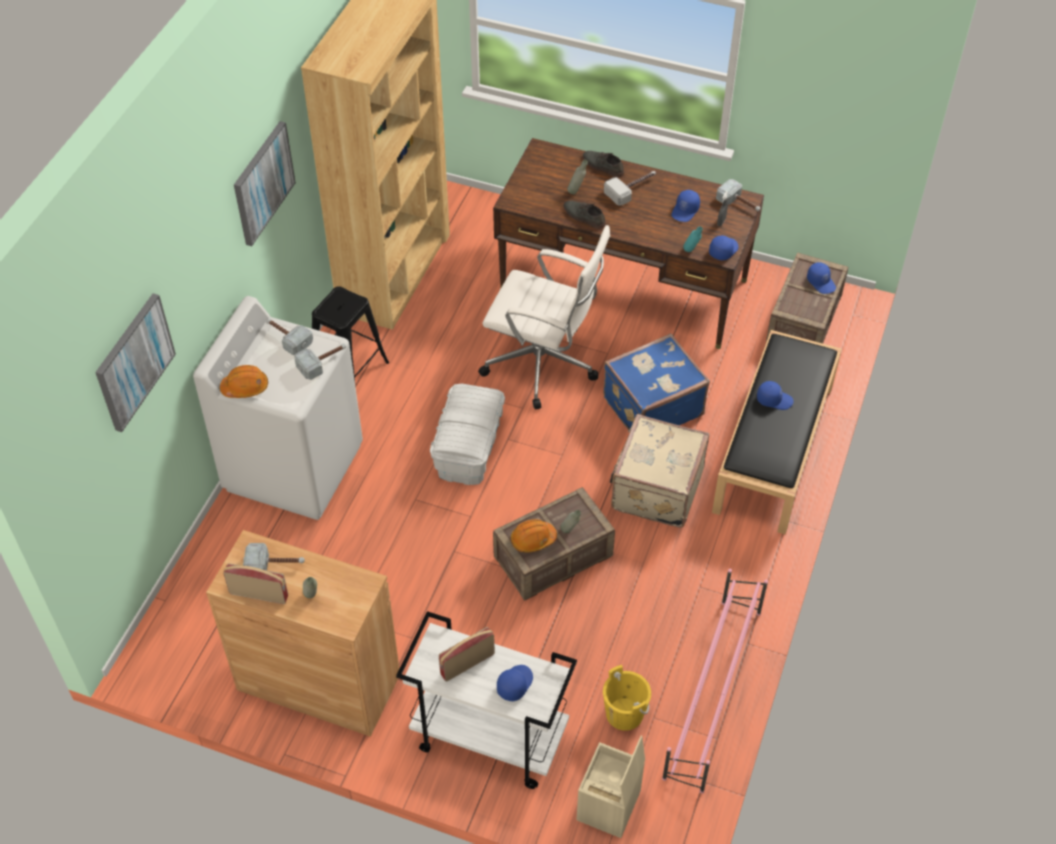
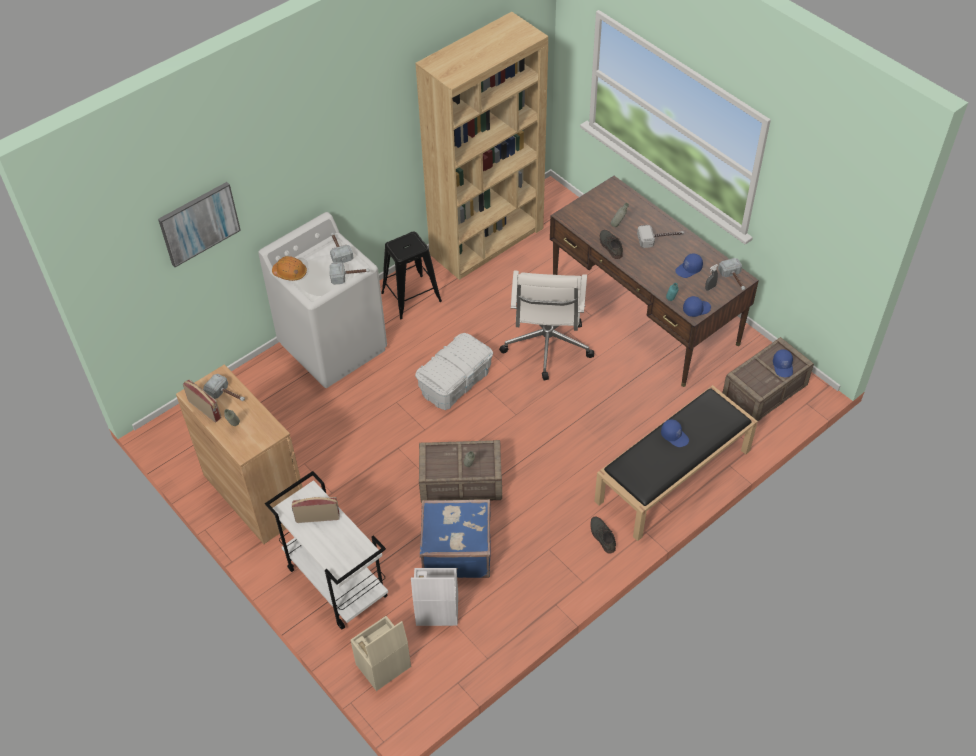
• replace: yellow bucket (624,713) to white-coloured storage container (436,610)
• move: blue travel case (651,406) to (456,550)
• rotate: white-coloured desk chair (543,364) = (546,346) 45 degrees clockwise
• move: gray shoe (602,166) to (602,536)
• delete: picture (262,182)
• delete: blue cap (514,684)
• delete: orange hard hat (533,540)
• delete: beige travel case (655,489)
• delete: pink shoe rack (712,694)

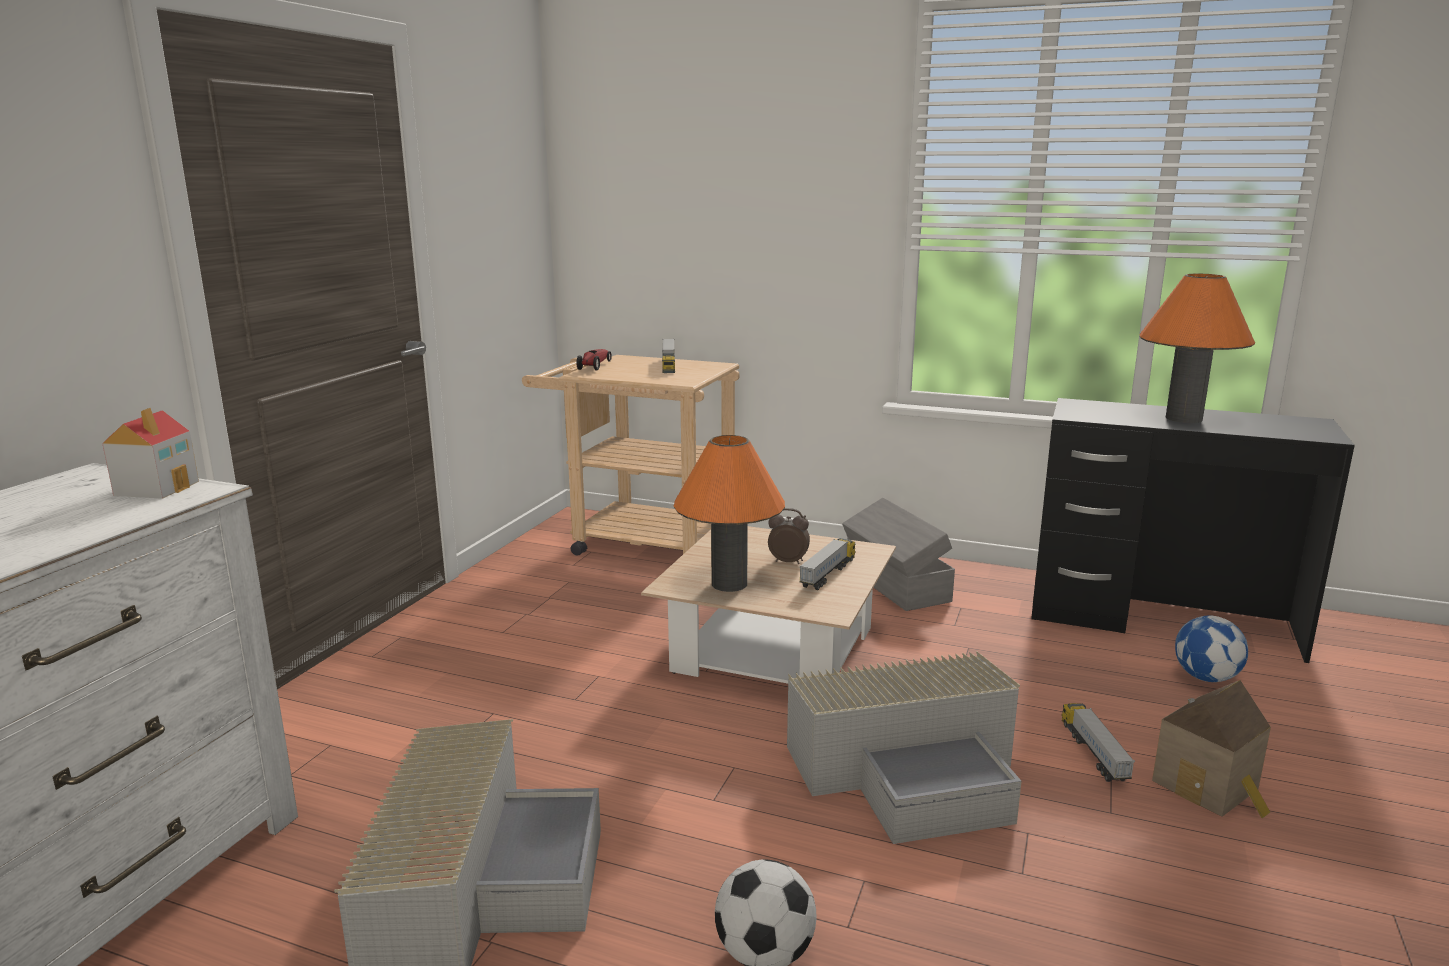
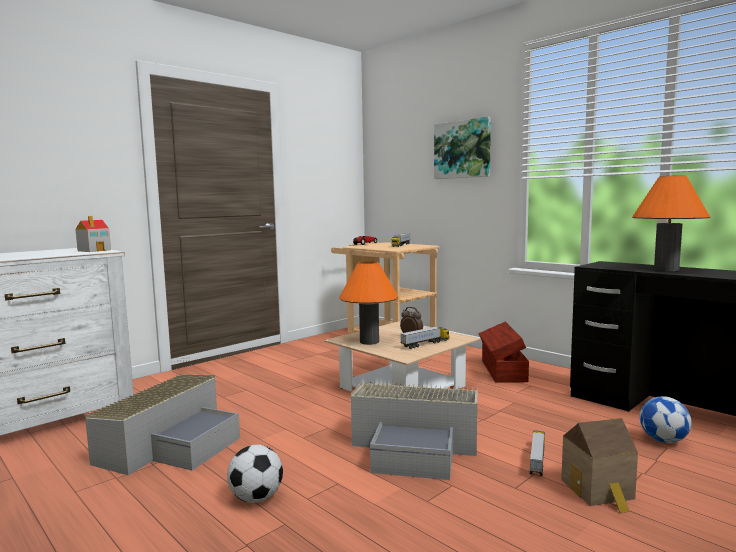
• insert: picture (462,149)
• recolor: gray storage container (896,585) to brownish storage container (502,371)

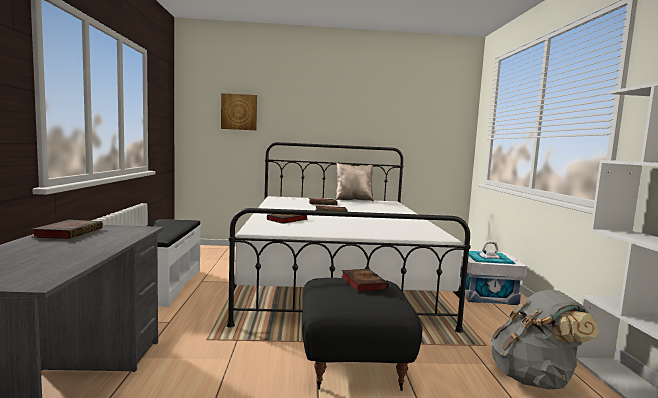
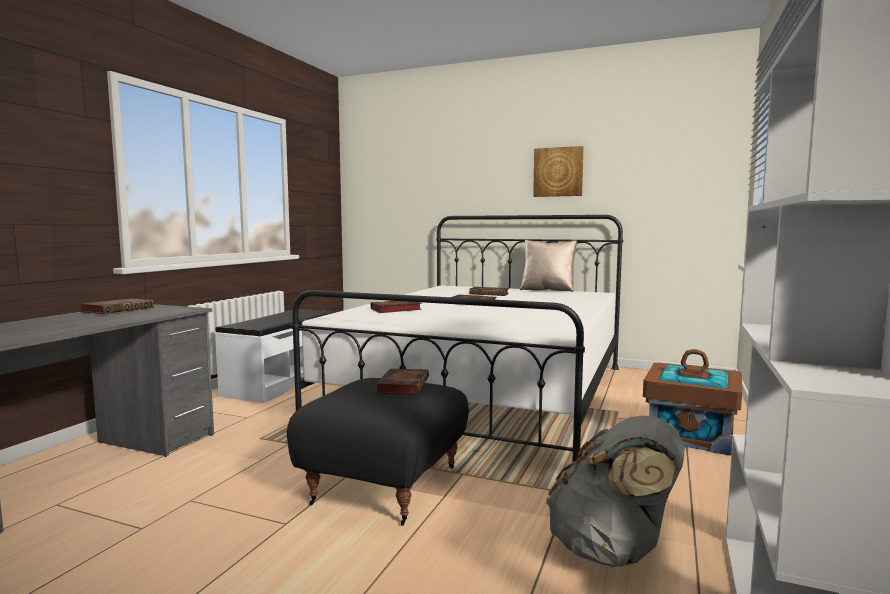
• move: picture (239,112) to (558,172)
• recolor: white-coloured storage container (485,294) to brownish storage container (690,434)

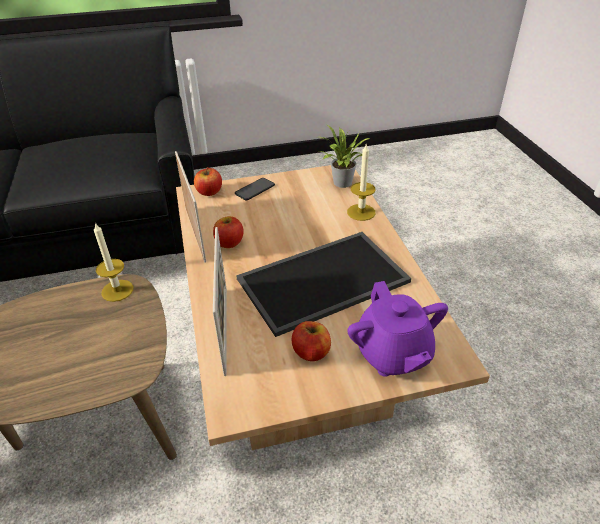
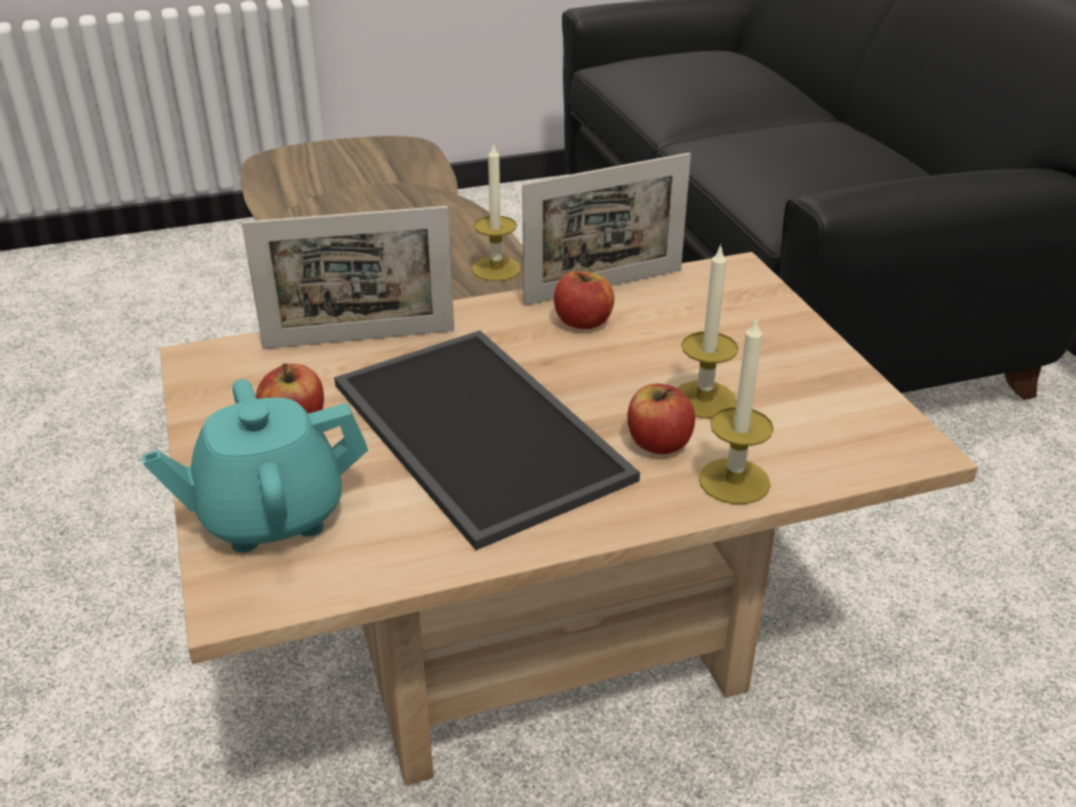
• recolor: purple-coloured pot for tea (393,354) to turquoise-coloured pot for tea (270,515)
• move: apple fruit (209,192) to (658,443)
• insert: wax light (704,399)
• delete: telephone (255,190)
• delete: plant in a pot (340,183)

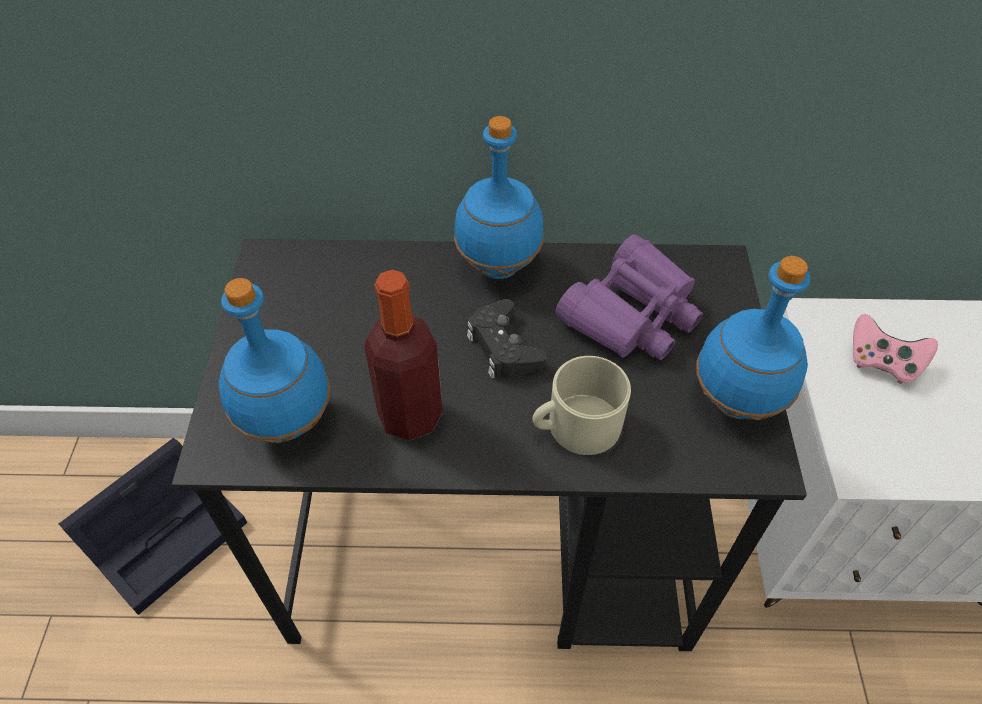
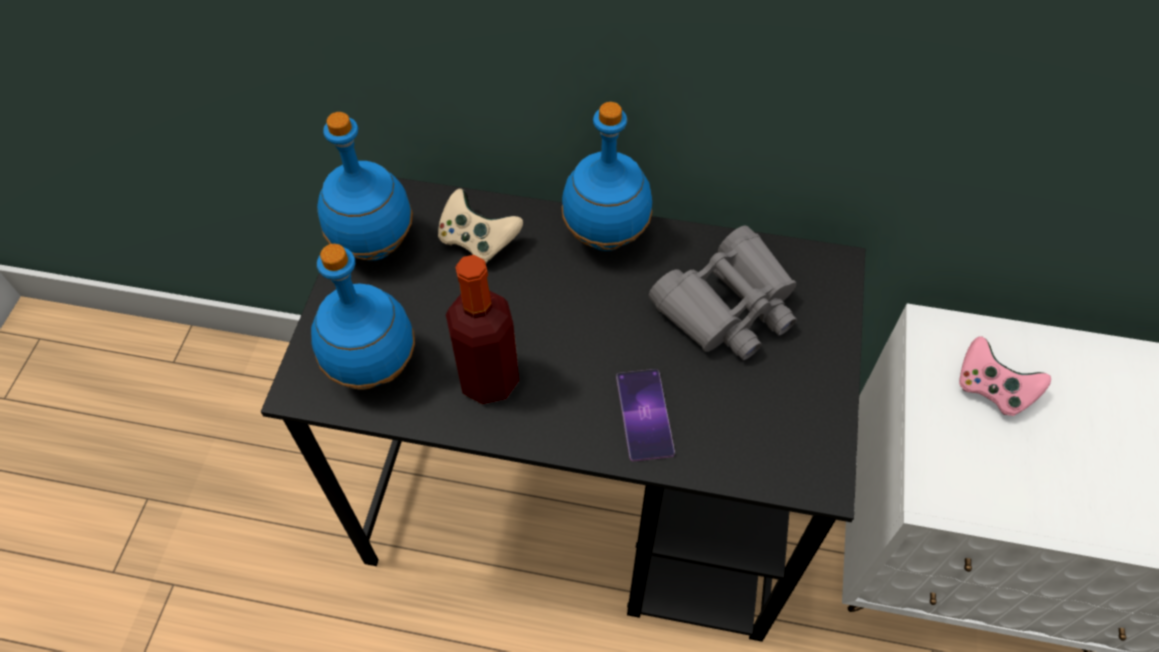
• move: blue bottle (734,401) to (373,245)
• insert: beige game controller (477,240)
• replace: beige mug (575,426) to telephone (644,414)
• recolor: purple-coloured field glasses (632,314) to gray field glasses (728,307)
• delete: black-coloured storage container (168,531)
• delete: black-coloured game controller (503,347)

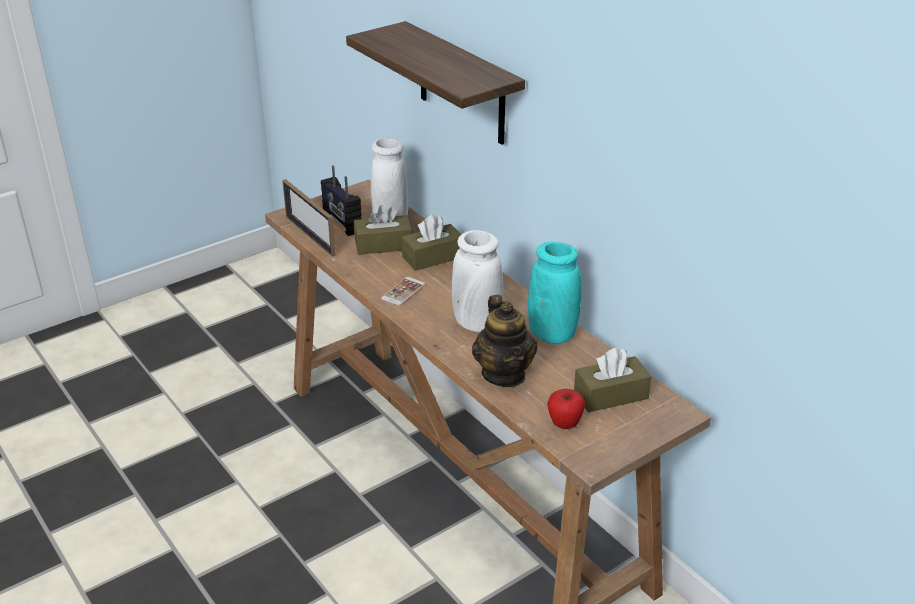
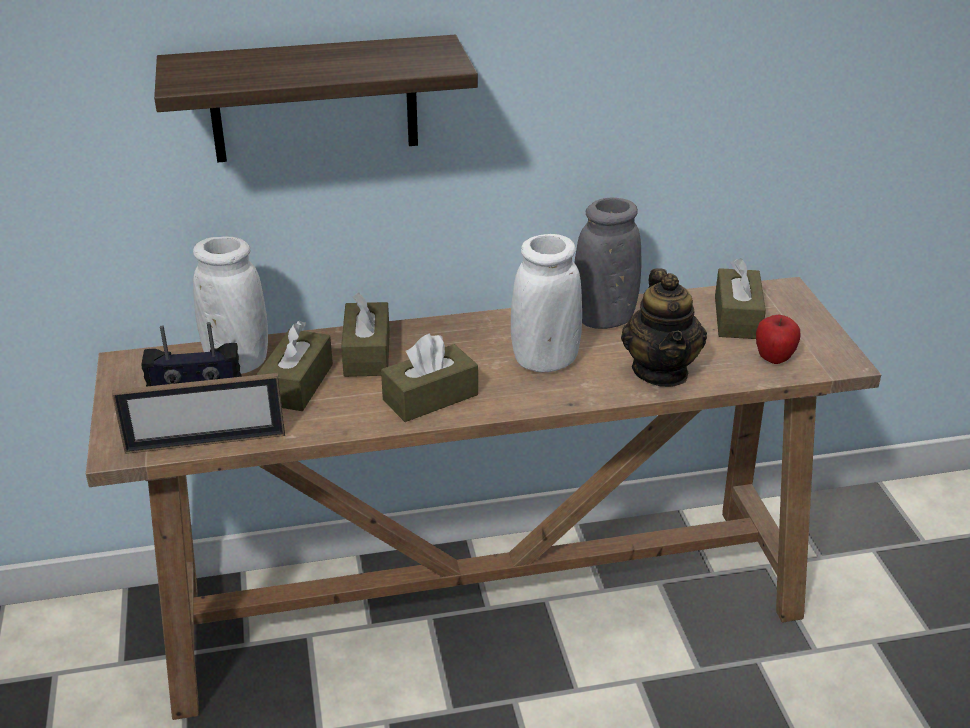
• replace: telephone (403,292) to brownish tissue holder (430,397)
• recolor: turquoise-coloured flower vase (552,334) to gray flower vase (603,319)
• rotate: pot for tea (504,374) = (661,371) 75 degrees clockwise

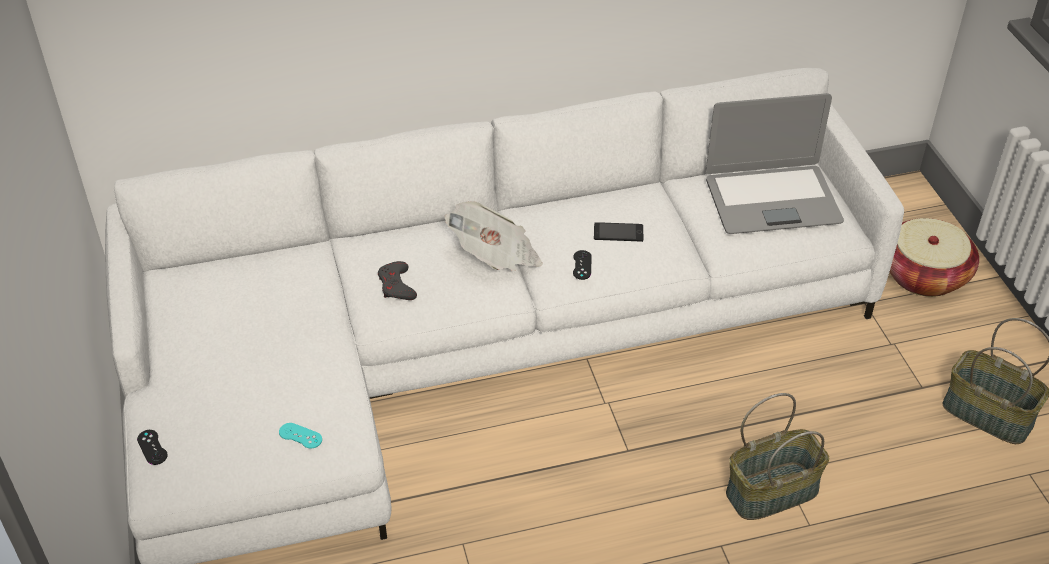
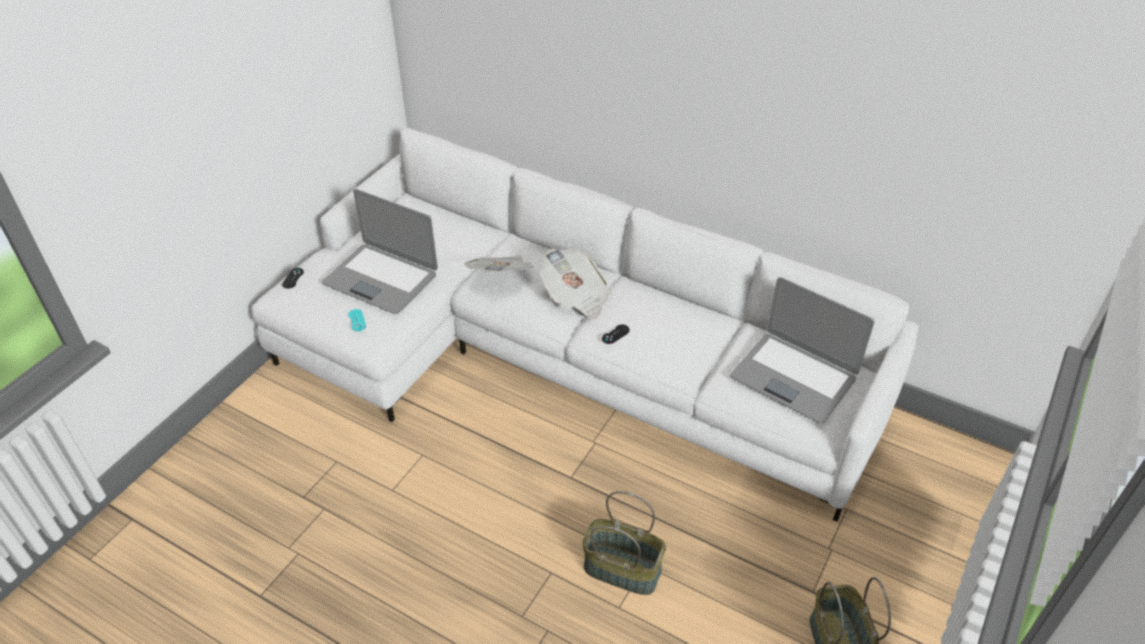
• insert: notebook computer (381,279)
• replace: gray game controller (397,286) to newspaper (502,277)
• delete: telephone (618,232)
• delete: storage basket (923,275)

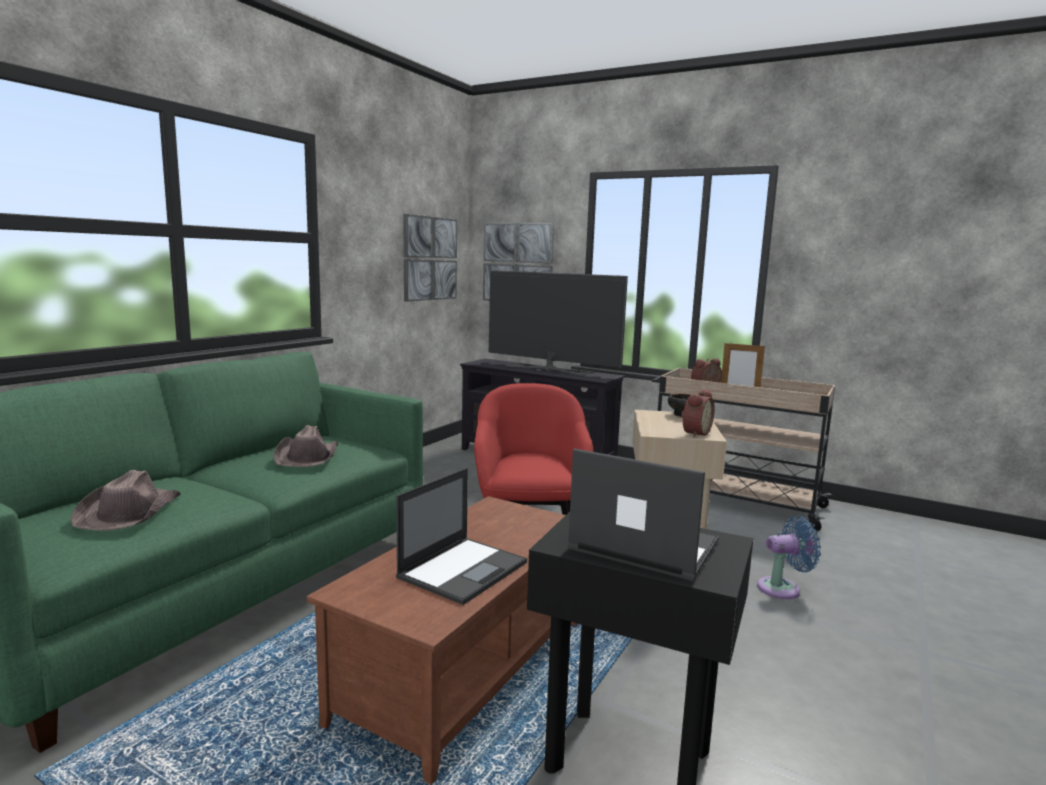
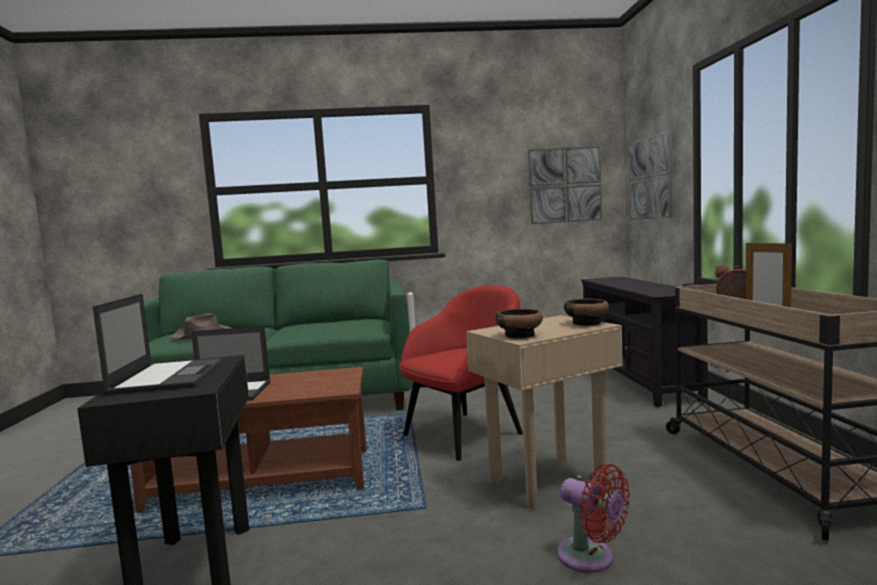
• replace: table clock (694,433) to deep dish (520,335)
• recolor: blue electric fan (783,588) to red electric fan (591,558)
• delete: brownish hat (307,456)
• delete: television (550,369)

